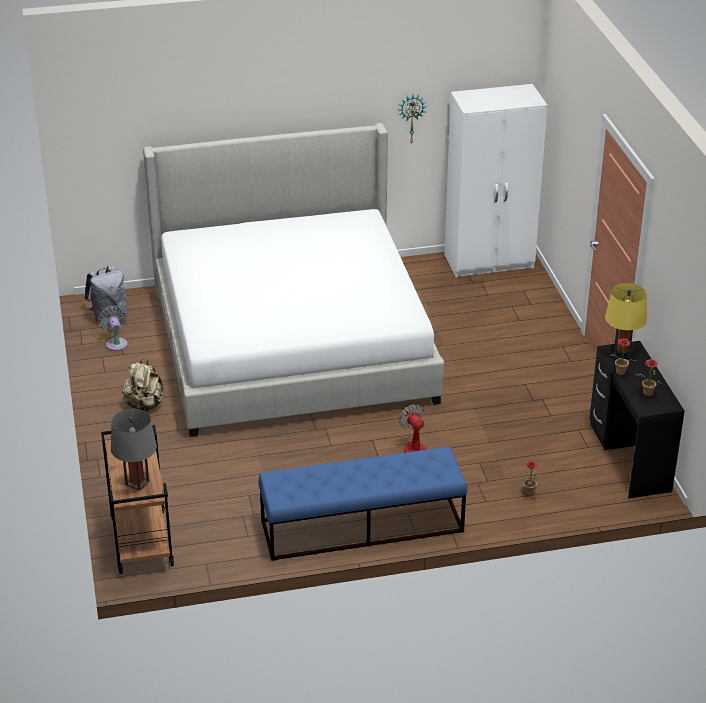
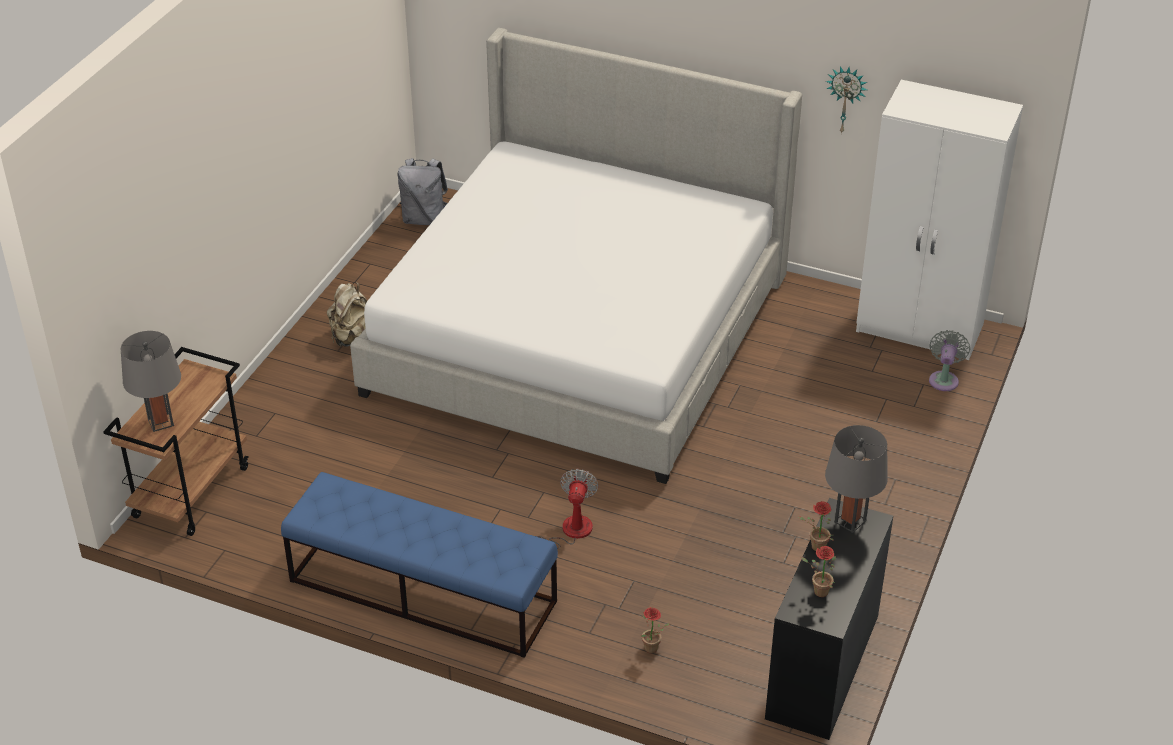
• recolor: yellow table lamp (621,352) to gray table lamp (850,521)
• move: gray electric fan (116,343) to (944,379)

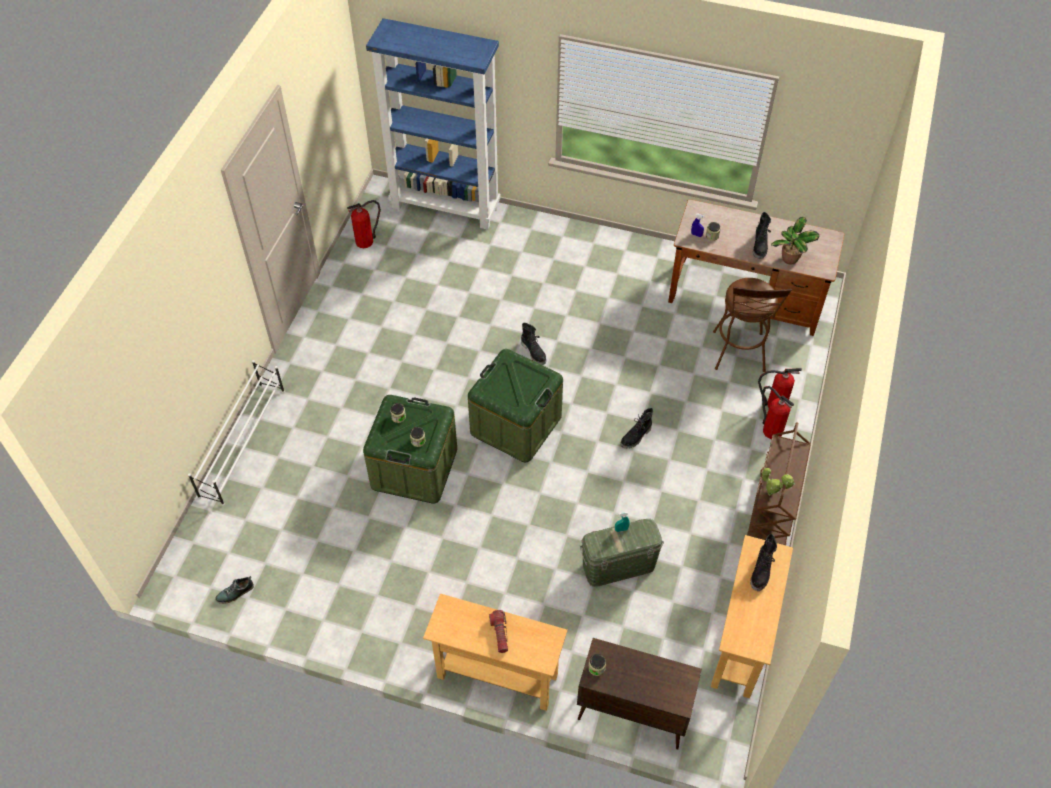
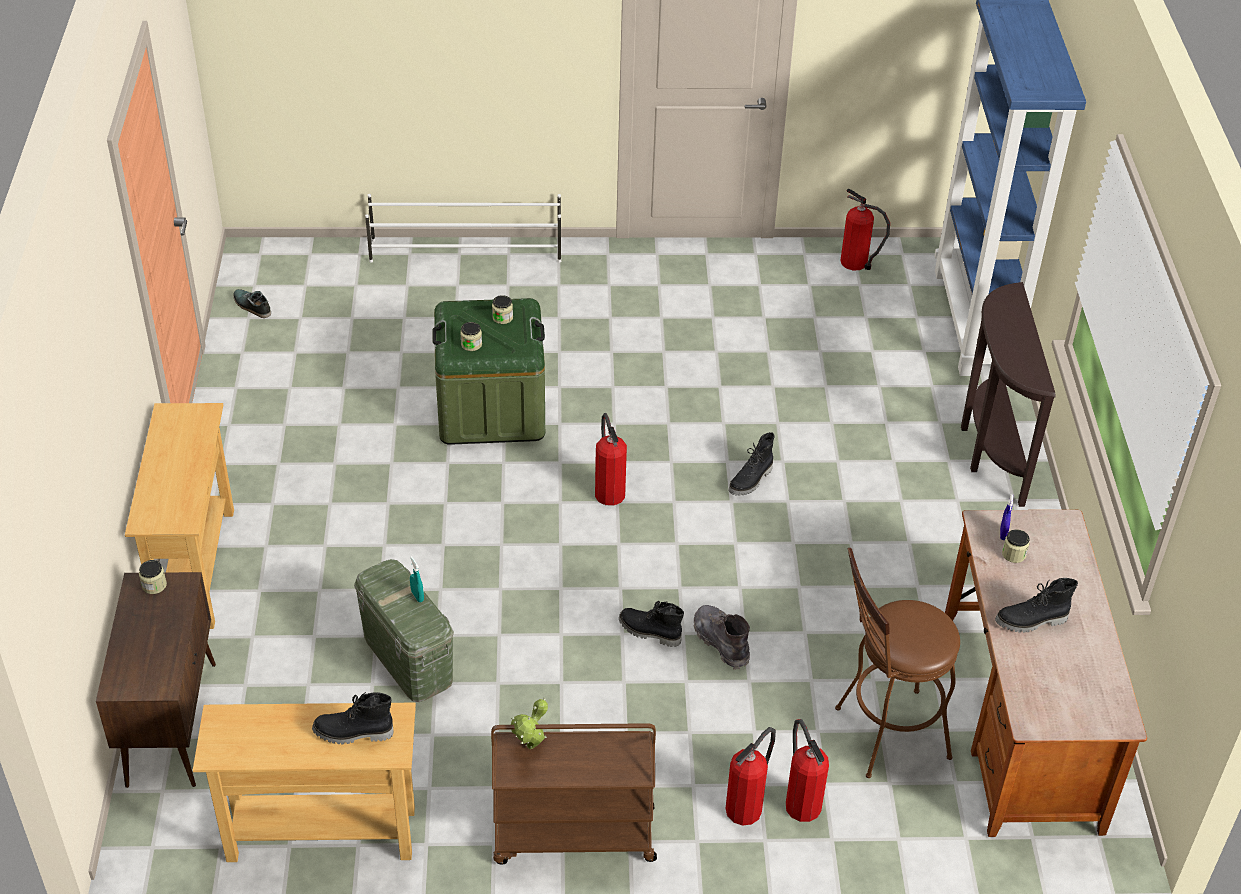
• replace: green storage container (516,425) to fire extinguisher (608,492)
• insert: gray boot (721,642)
• insert: brownish console table (989,450)
• delete: torch (500,633)
• delete: plant in a pot (789,260)

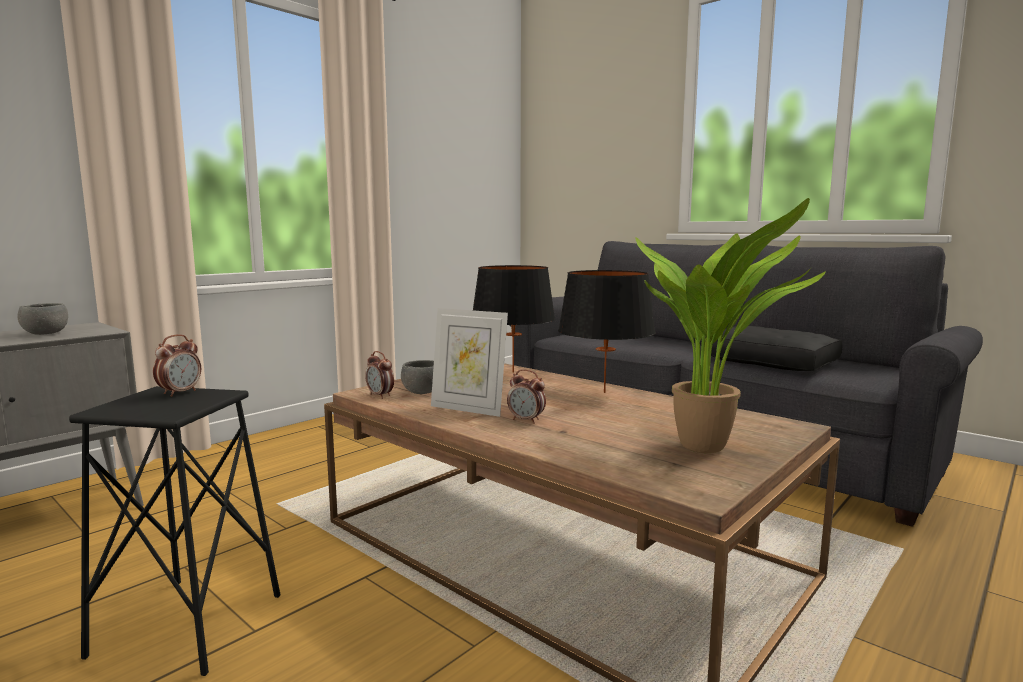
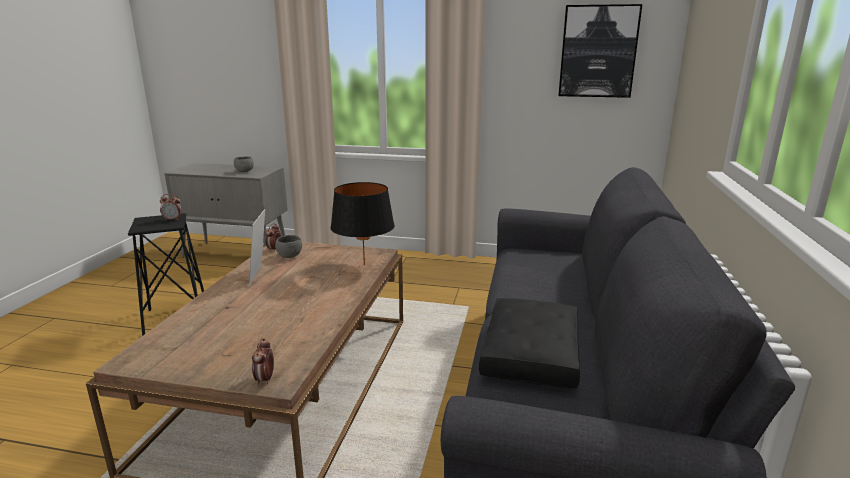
• move: table clock (526,420) to (265,379)
• insert: picture (598,51)
• delete: black-coloured table lamp (604,392)
• delete: plant in a pot (709,446)

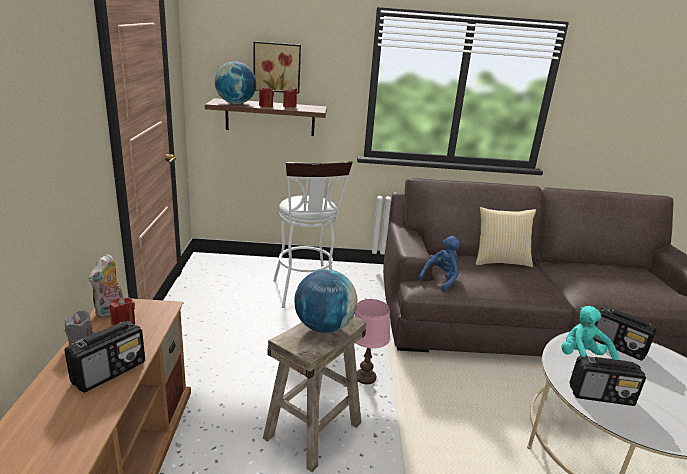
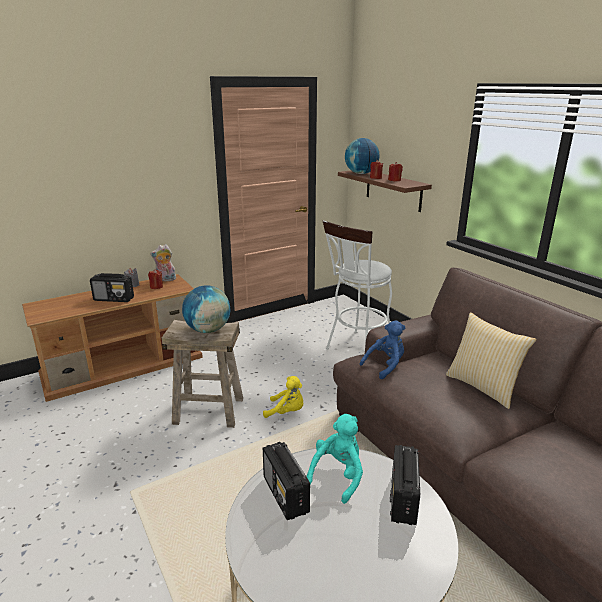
• replace: pink table lamp (365,377) to yellow plush toy (287,412)
• rotate: blue plush toy (441,279) = (385,366) 45 degrees counterclockwise
• delete: picture (277,67)

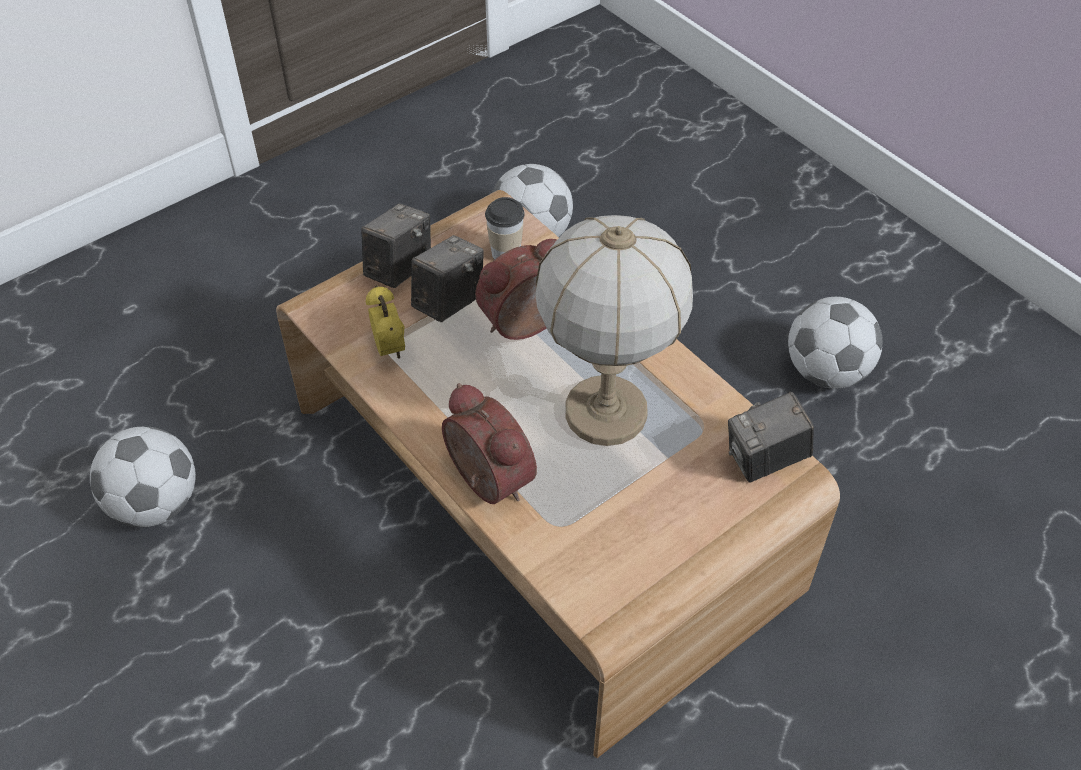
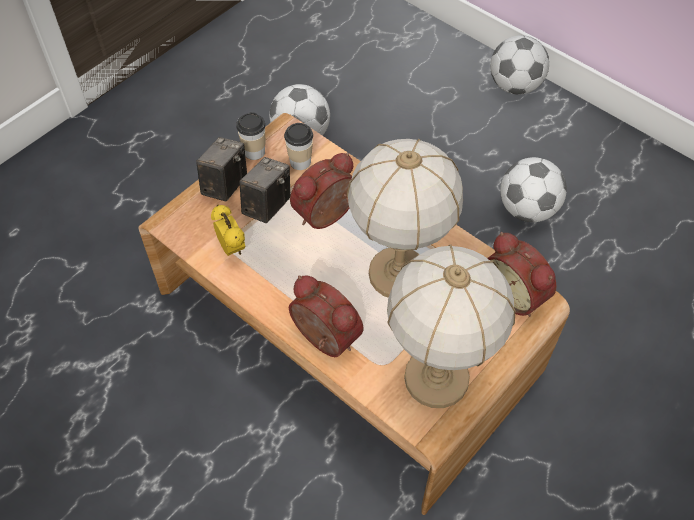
• insert: small cup (254,152)
• insert: table lamp (436,379)
• replace: photo camera (765,460) to table clock (516,293)
• move: football ball (155,504) to (514,86)

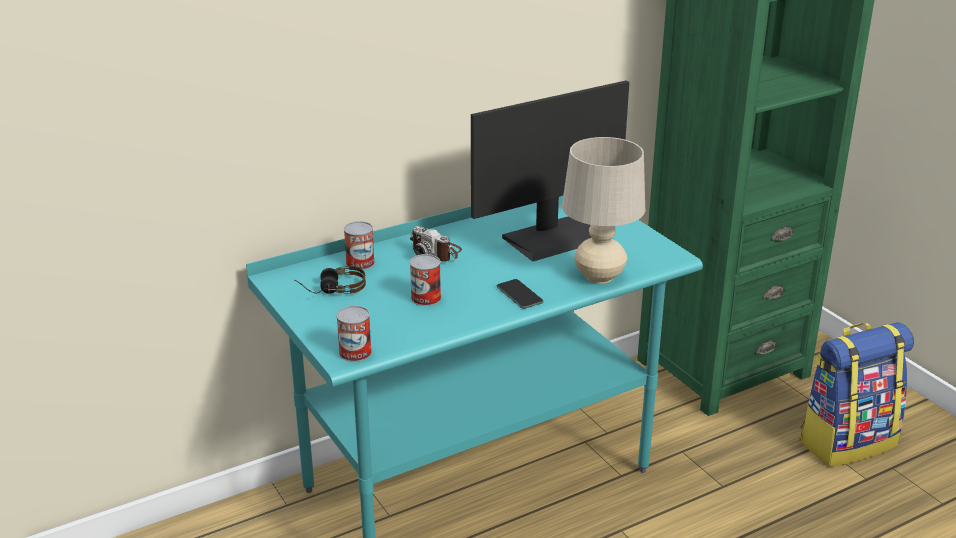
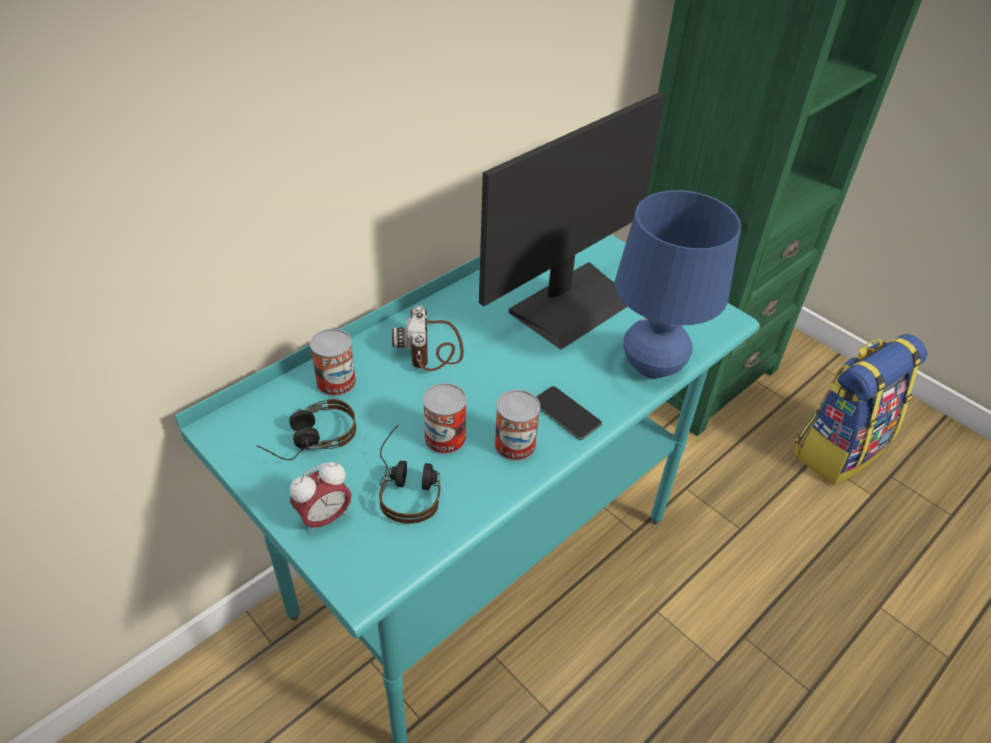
• insert: table clock (324,518)
• insert: headset (409,484)
• rotate: photo camera (436,252) = (432,348) 60 degrees clockwise
• move: sealed can (355,352) to (515,445)
• recolor: beige table lamp (599,276) to blue table lamp (652,366)

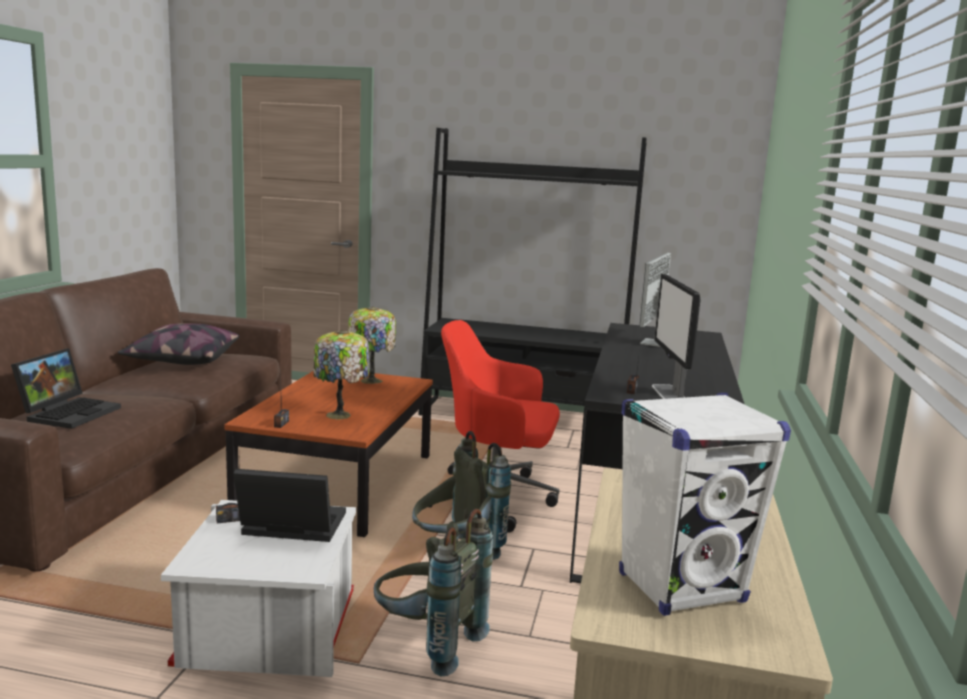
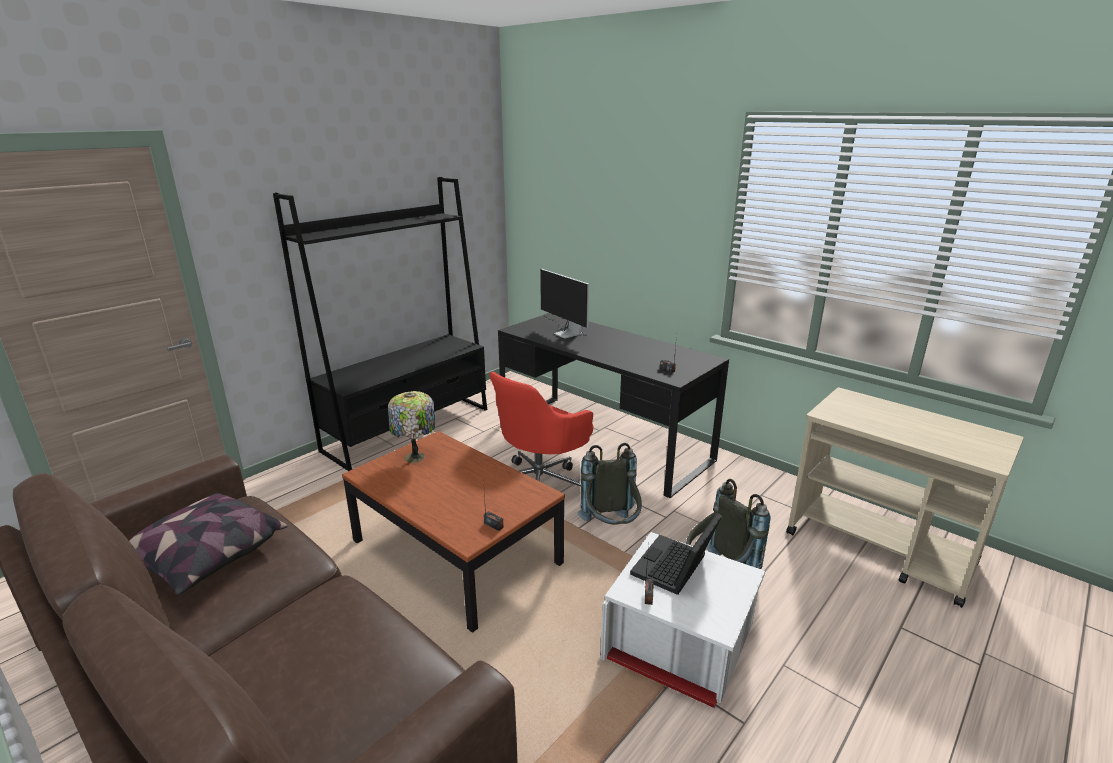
• delete: notebook computer (69,412)
• delete: table lamp (340,415)
• delete: white-coloured loudspeaker (682,588)
• delete: computer screen (669,394)

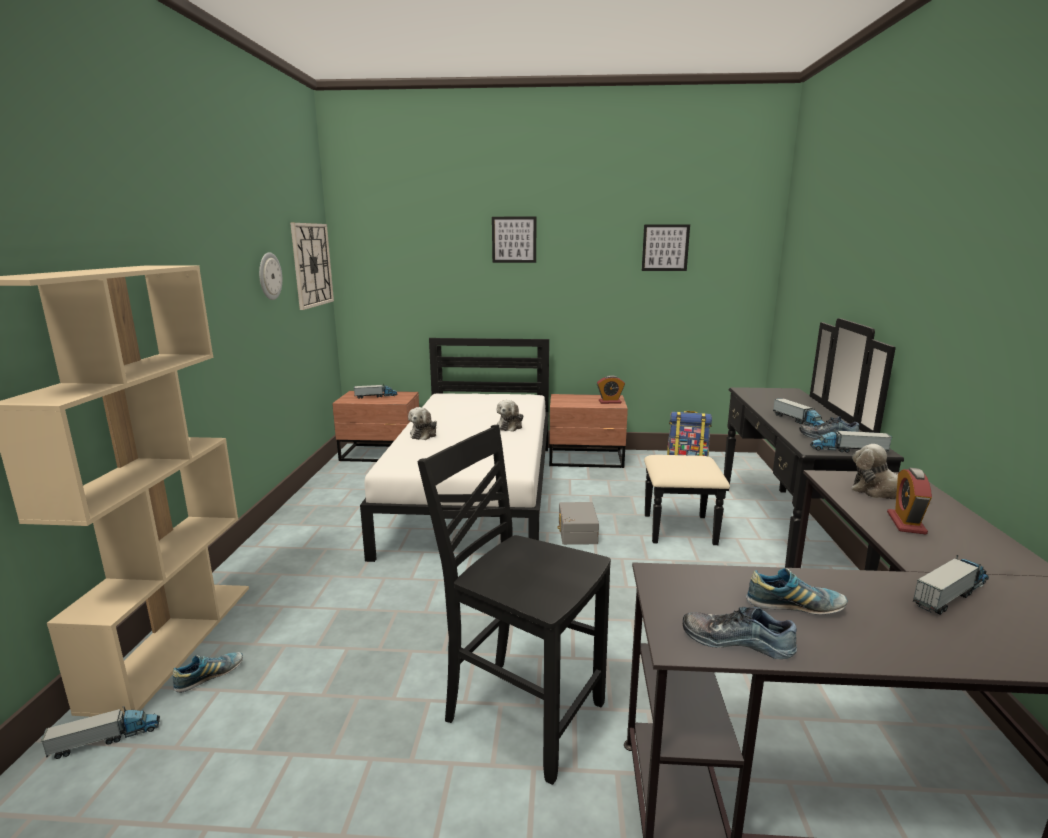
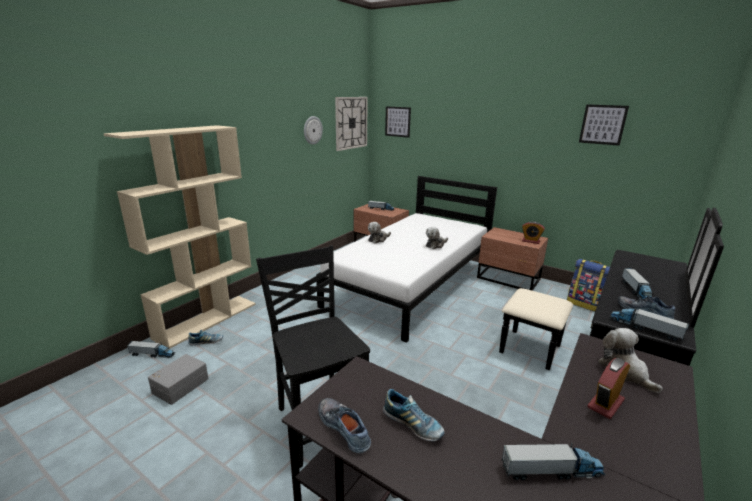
• move: gray storage container (576,532) to (179,385)
• move: picture (514,239) to (397,121)

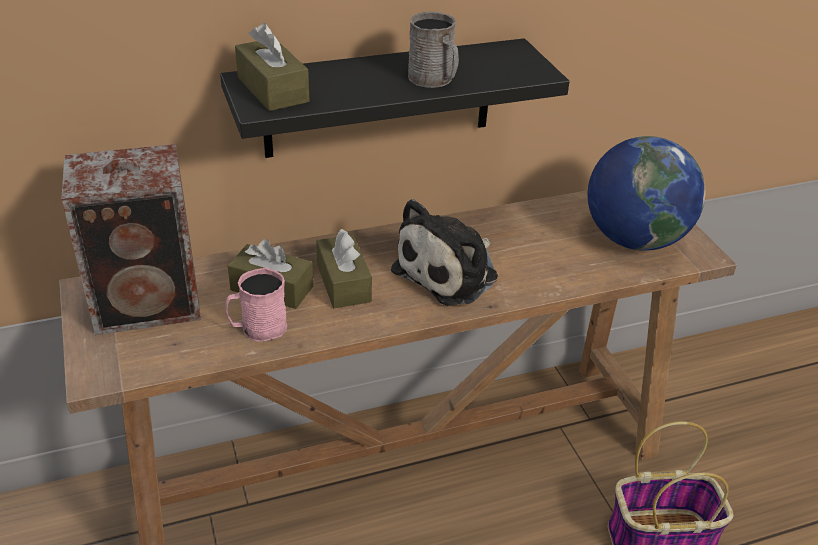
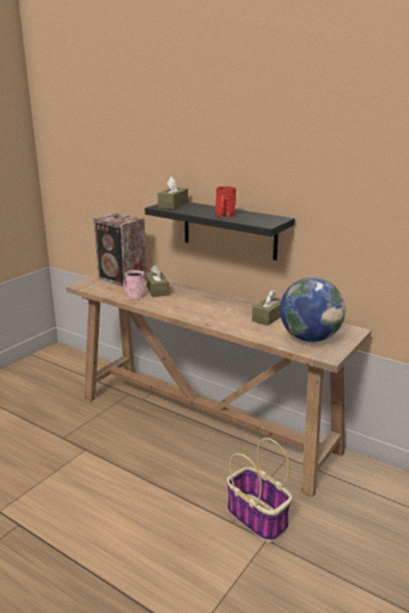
• recolor: gray mug (434,80) to red mug (224,216)
• move: brownish tissue holder (343,283) to (269,317)
• delete: plush toy (450,272)

